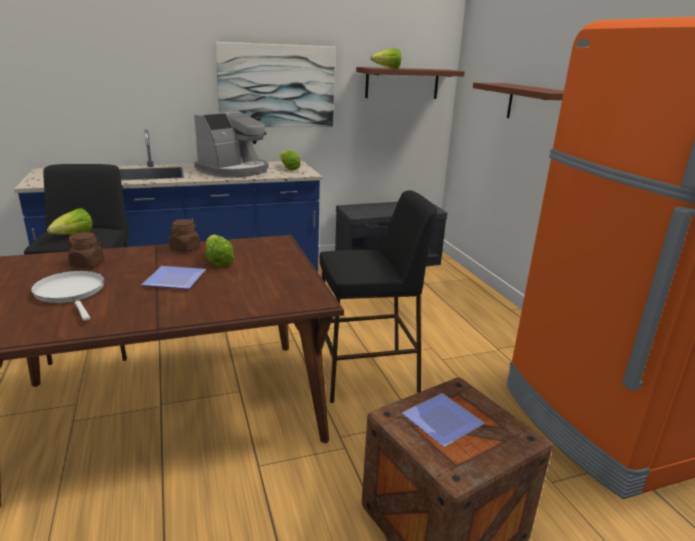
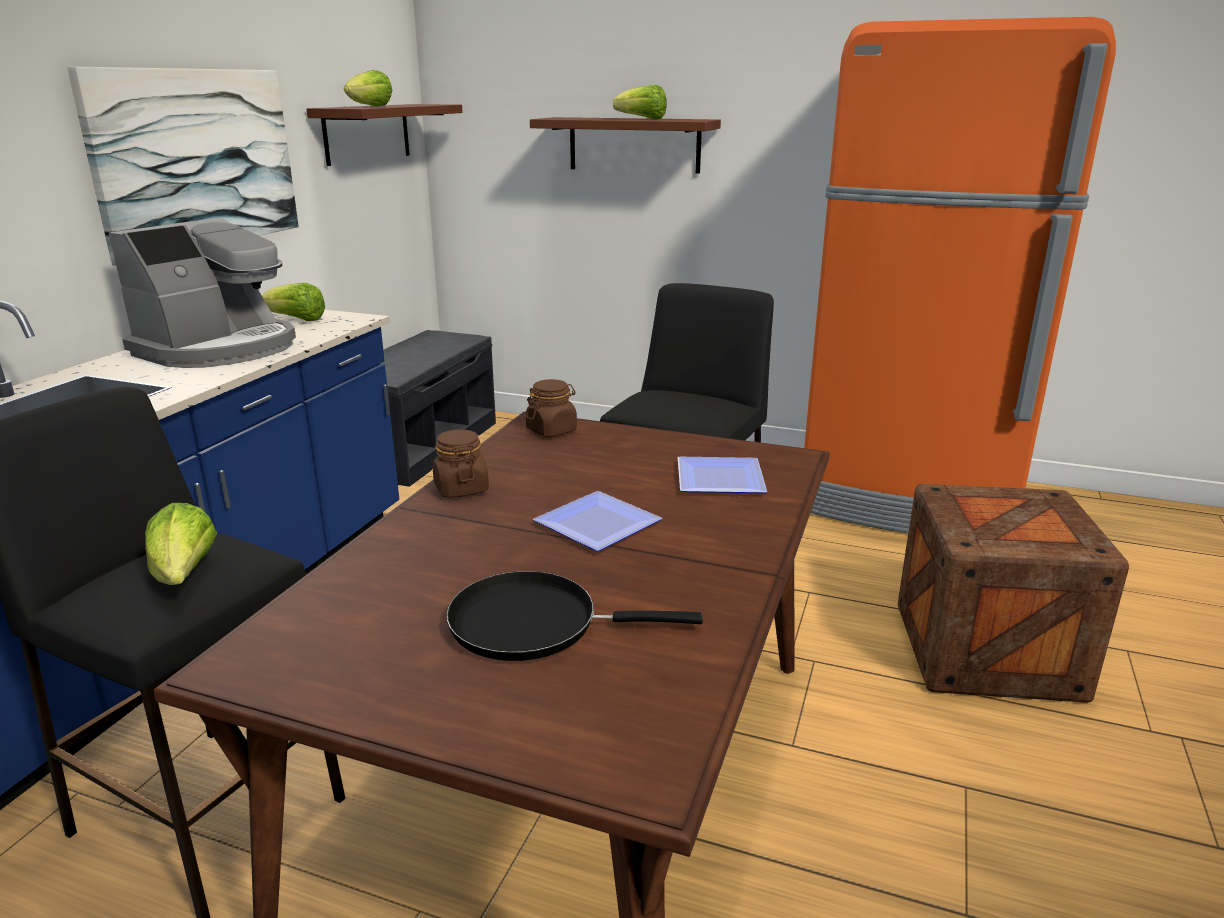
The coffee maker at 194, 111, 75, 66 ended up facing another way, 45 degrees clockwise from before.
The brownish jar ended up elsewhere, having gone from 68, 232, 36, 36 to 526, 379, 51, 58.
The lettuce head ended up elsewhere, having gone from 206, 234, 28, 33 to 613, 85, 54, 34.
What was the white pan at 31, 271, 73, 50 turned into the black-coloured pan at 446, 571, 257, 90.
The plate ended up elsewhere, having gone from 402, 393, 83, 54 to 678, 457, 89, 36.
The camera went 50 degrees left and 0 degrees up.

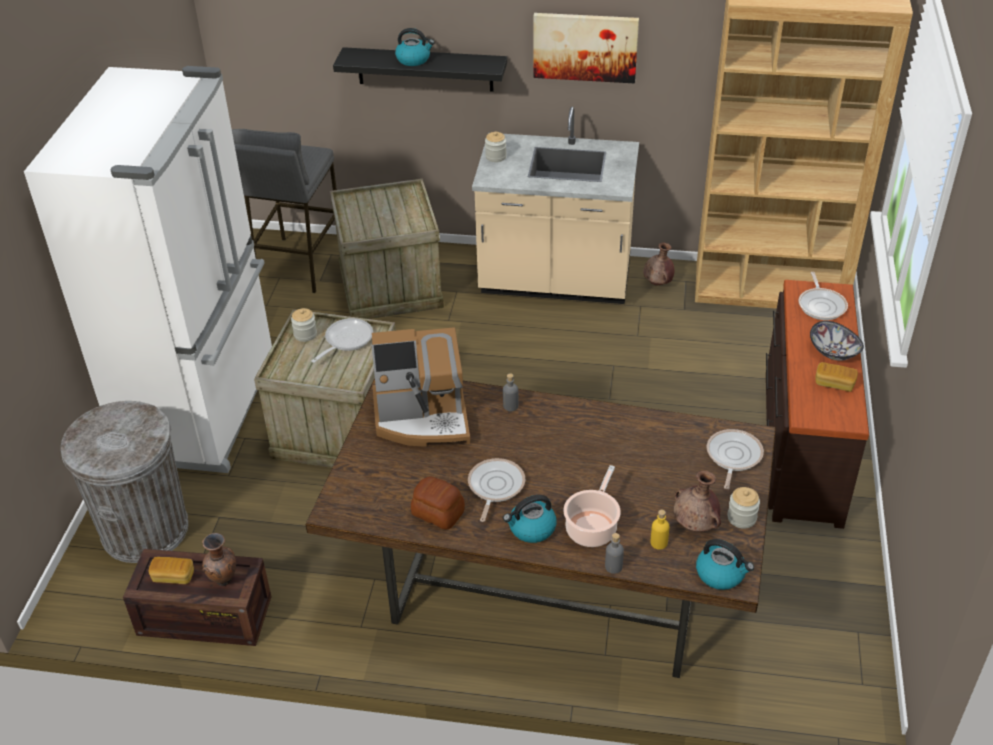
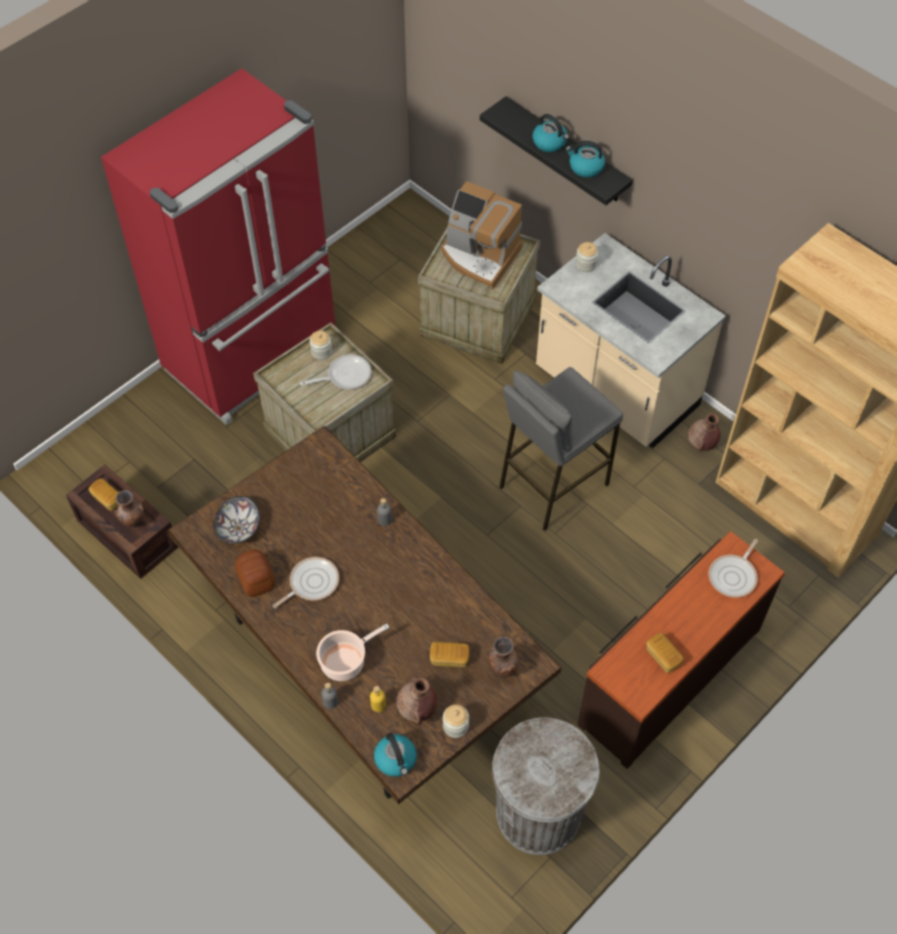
The second view lost the picture at 533, 13, 106, 71.
What was the white fridge at 24, 66, 248, 407 turned into the red-coloured fridge at 101, 68, 235, 357.
The greyish stool seat ended up elsewhere, having gone from 232, 129, 105, 164 to 499, 367, 124, 164.
The deep dish ended up elsewhere, having gone from 810, 321, 54, 40 to 214, 496, 46, 48.
The coffee maker ended up elsewhere, having gone from 372, 327, 98, 120 to 441, 181, 81, 109.
The greyish rubbish bin ended up elsewhere, having gone from 61, 401, 127, 162 to 492, 717, 108, 138.
Where the pan stood at 706, 429, 58, 60, the brownish flower vase came to stand at 488, 637, 31, 42.
The tea kettle ended up elsewhere, having gone from 503, 495, 54, 48 to 565, 141, 40, 37.
The second view gained the bakery bread at 430, 642, 39, 25.
The camera went 35 degrees right and 15 degrees up.

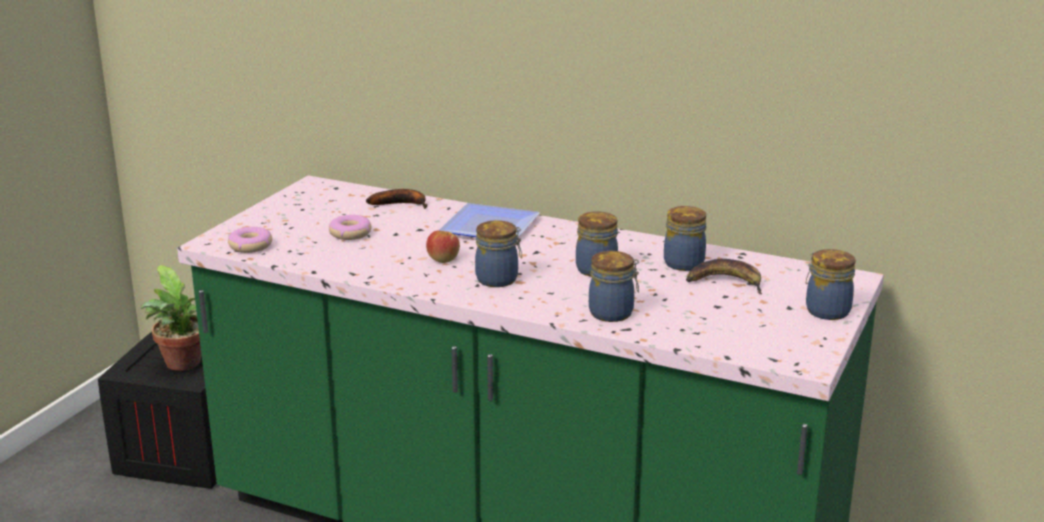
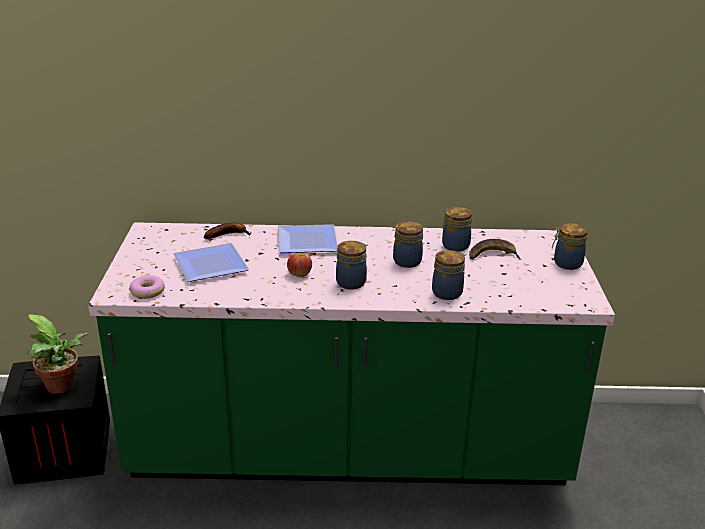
Where the donut stood at 329, 215, 43, 25, the plate came to stand at 173, 243, 76, 39.
The camera went 25 degrees left and 5 degrees up.

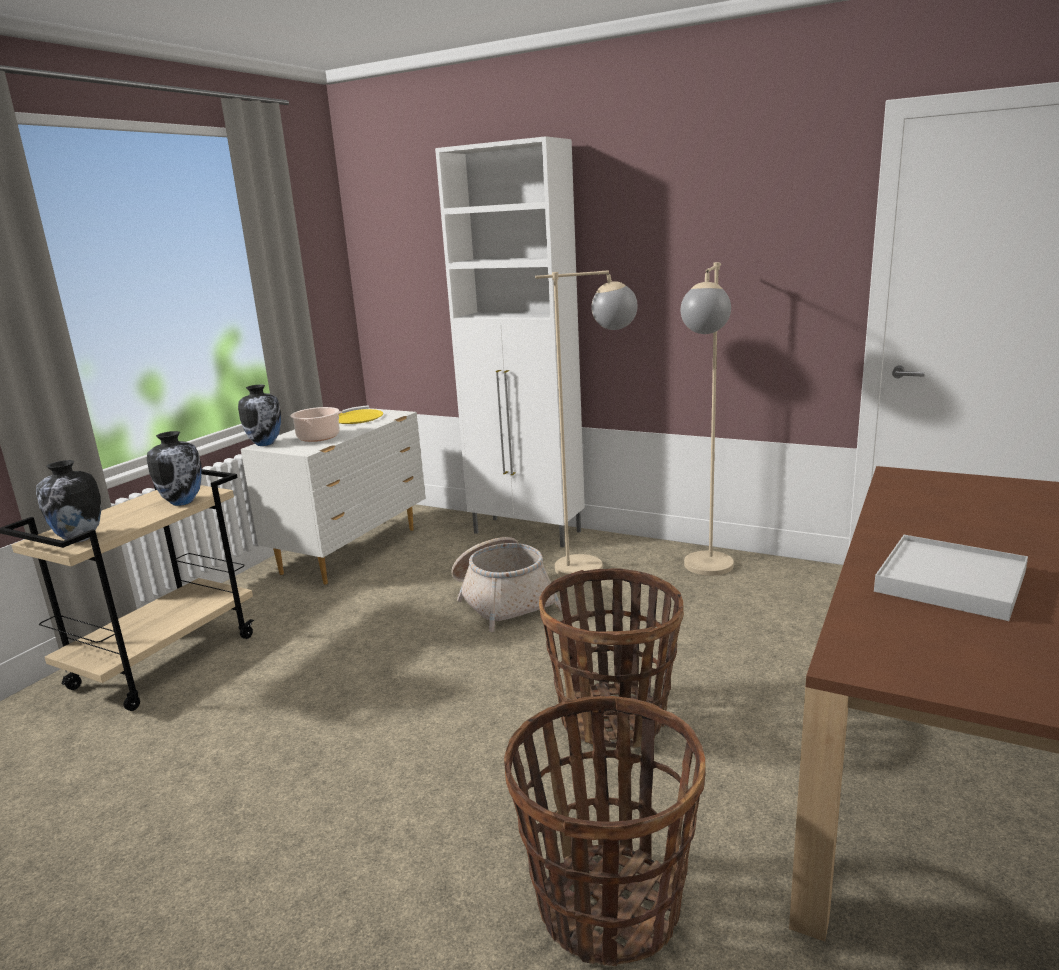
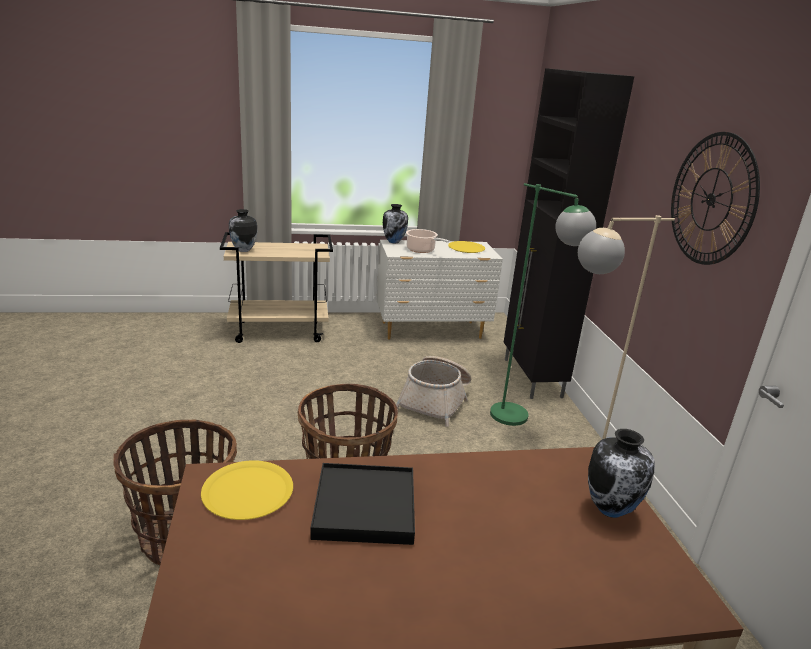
What was the white cupboard at 435, 136, 150, 411 turned into the black-coloured cupboard at 504, 68, 130, 331.
What was the sand-coloured standing lamp at 535, 270, 103, 307 turned into the green-coloured standing lamp at 490, 183, 106, 243.
The flower vase ended up elsewhere, having gone from 147, 431, 55, 75 to 588, 429, 67, 89.
What was the white serving tray at 874, 535, 154, 86 turned into the black-coloured serving tray at 311, 463, 104, 82.
The second view gained the wall clock at 671, 132, 89, 133.
The second view gained the yellow plate at 201, 460, 92, 60.
The camera went 50 degrees right and 5 degrees up.

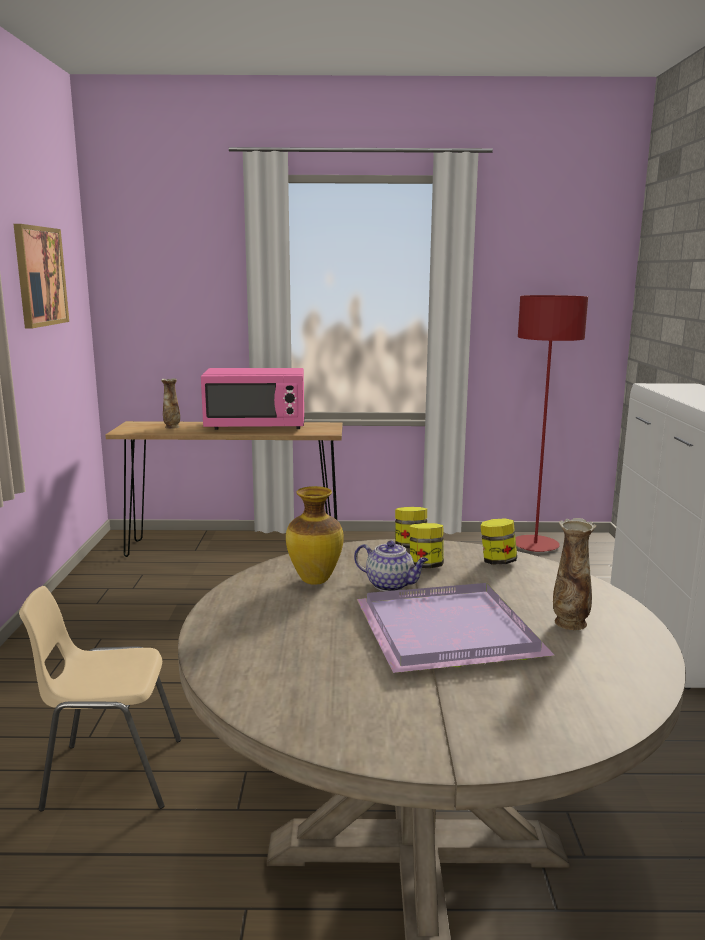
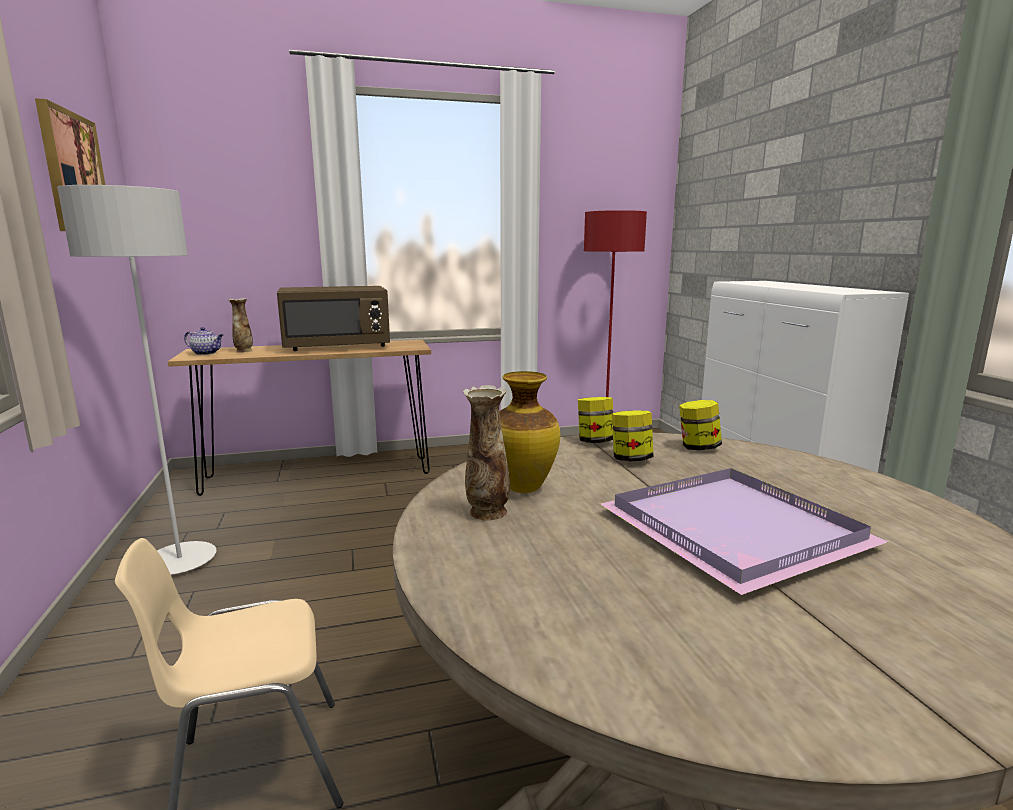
What was the pink-coloured microwave at 201, 368, 104, 62 turned into the brownish microwave at 277, 286, 113, 65.
The flower vase ended up elsewhere, having gone from 553, 518, 43, 112 to 463, 385, 47, 135.
The pot for tea ended up elsewhere, having gone from 354, 541, 74, 50 to 184, 327, 39, 28.
The second view gained the greyish standing lamp at 57, 185, 159, 390.
The camera went 15 degrees left and 0 degrees up.

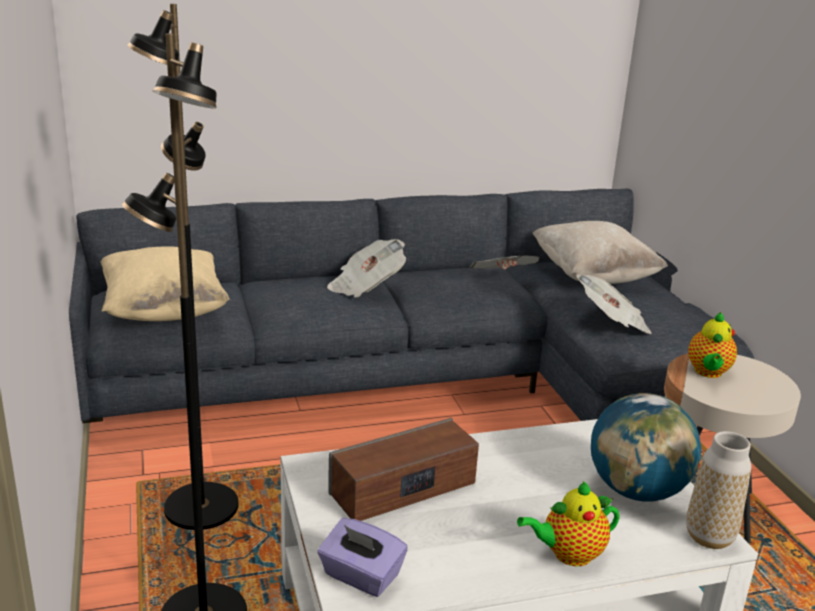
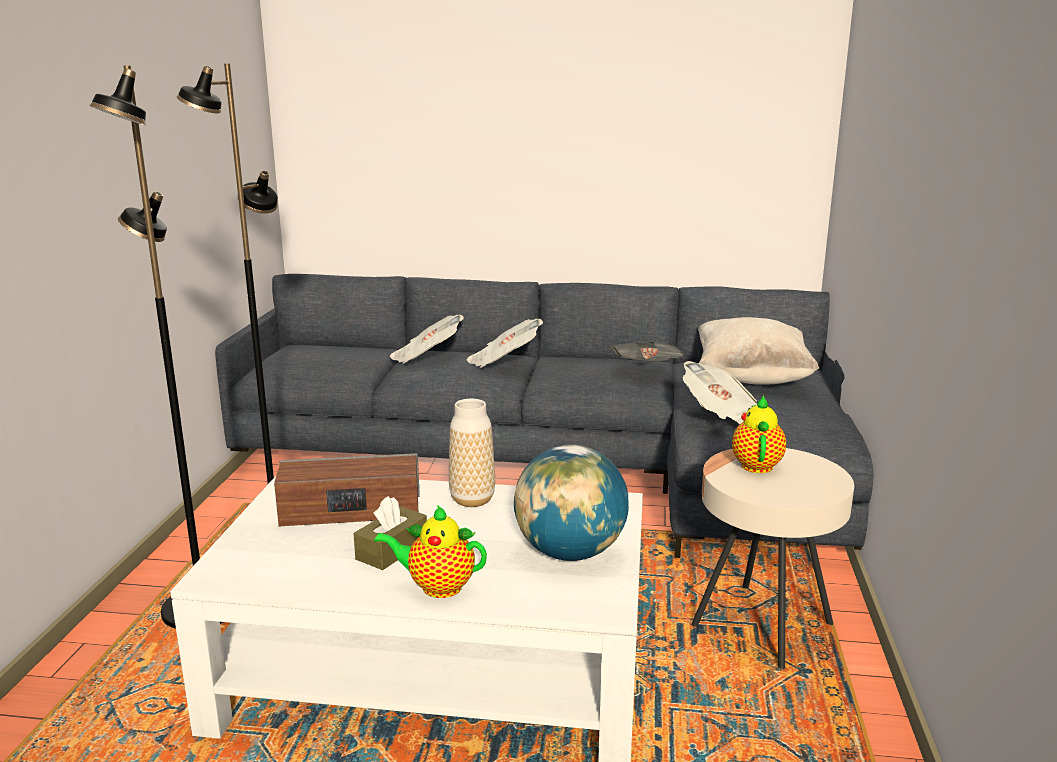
The second view lost the sand-coloured cushion at 101, 246, 129, 75.
The pot for tea at 688, 312, 49, 66 ended up facing another way, 150 degrees clockwise from before.
The flower vase ended up elsewhere, having gone from 686, 431, 65, 118 to 449, 399, 46, 108.
The second view lost the purple-coloured box of tissues at 317, 518, 91, 79.
The second view gained the printed paper at 390, 315, 74, 49.
The second view gained the brownish box of tissues at 353, 496, 74, 74.
The camera went 25 degrees right and 5 degrees down.

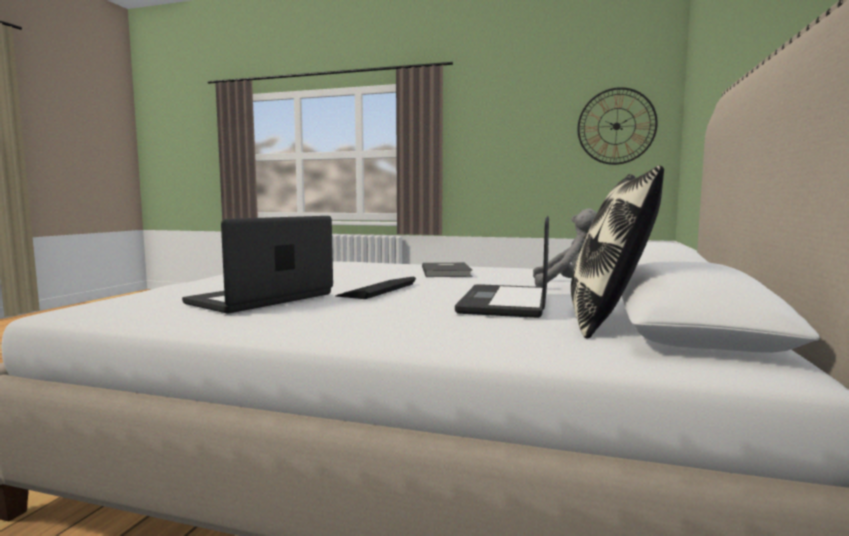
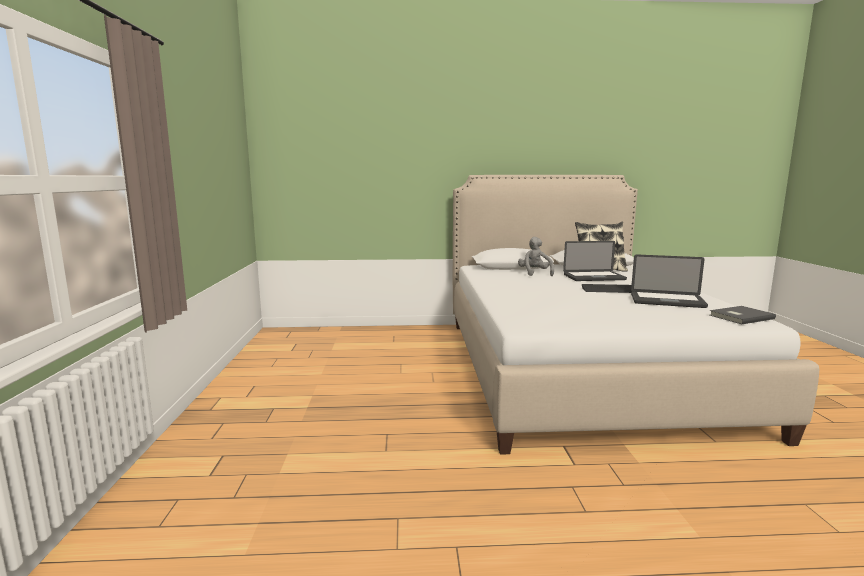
The second view lost the wall clock at 578, 87, 80, 78.
The greyish bound book ended up elsewhere, having gone from 422, 262, 51, 15 to 709, 306, 67, 18.
The camera went 110 degrees left and 5 degrees up.

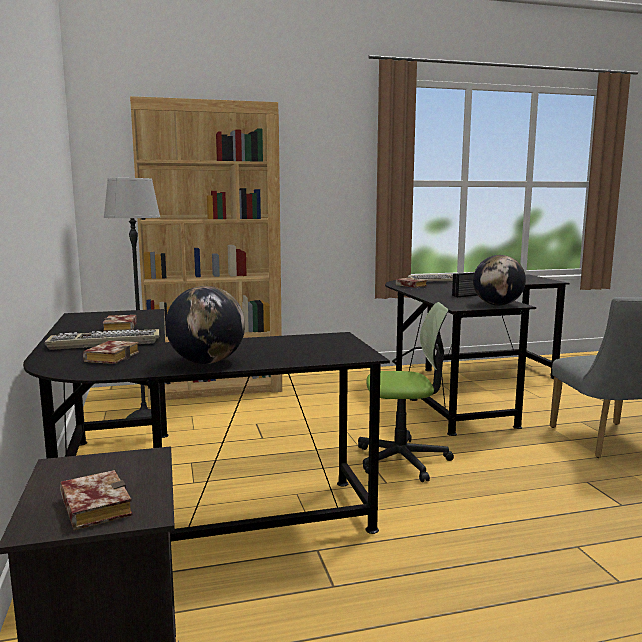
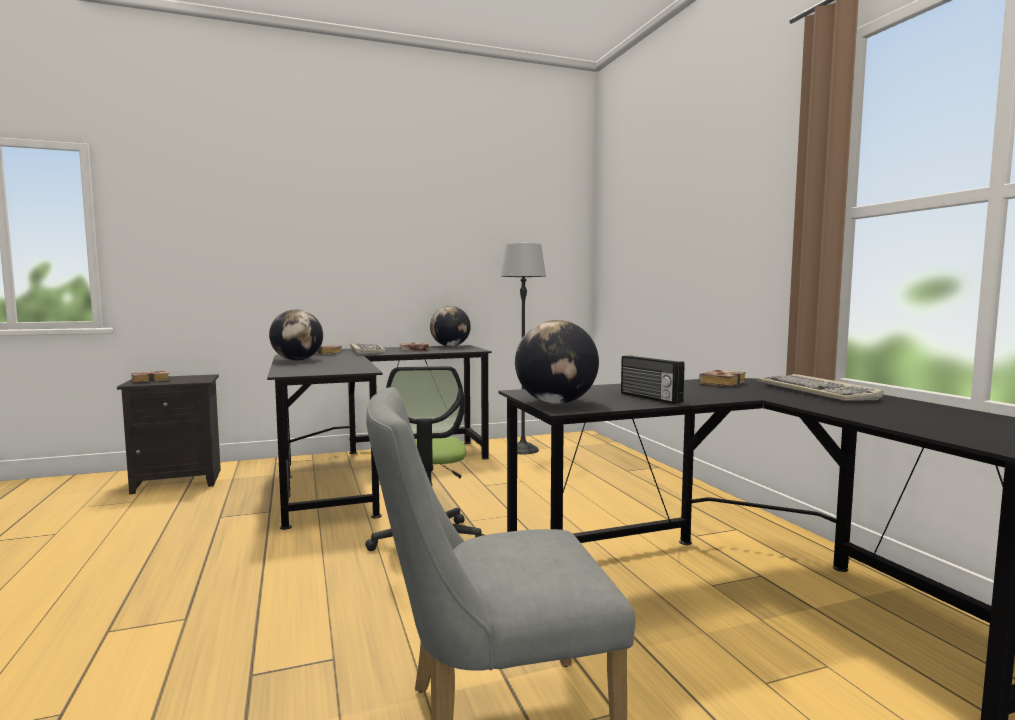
The second view lost the brownish bookcase at 130, 96, 152, 306.
The second view gained the world globe at 430, 306, 41, 41.
The camera went 85 degrees right and 5 degrees down.

